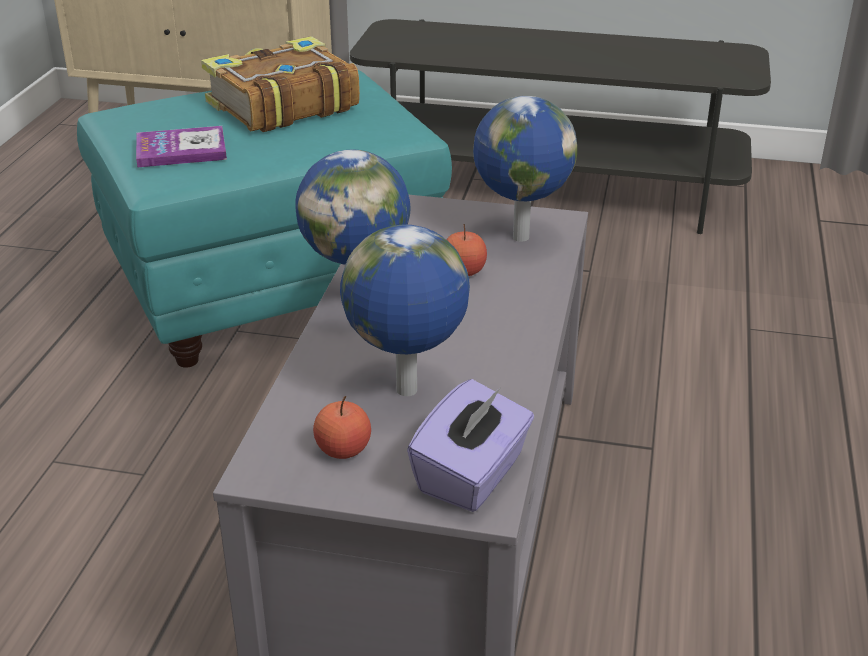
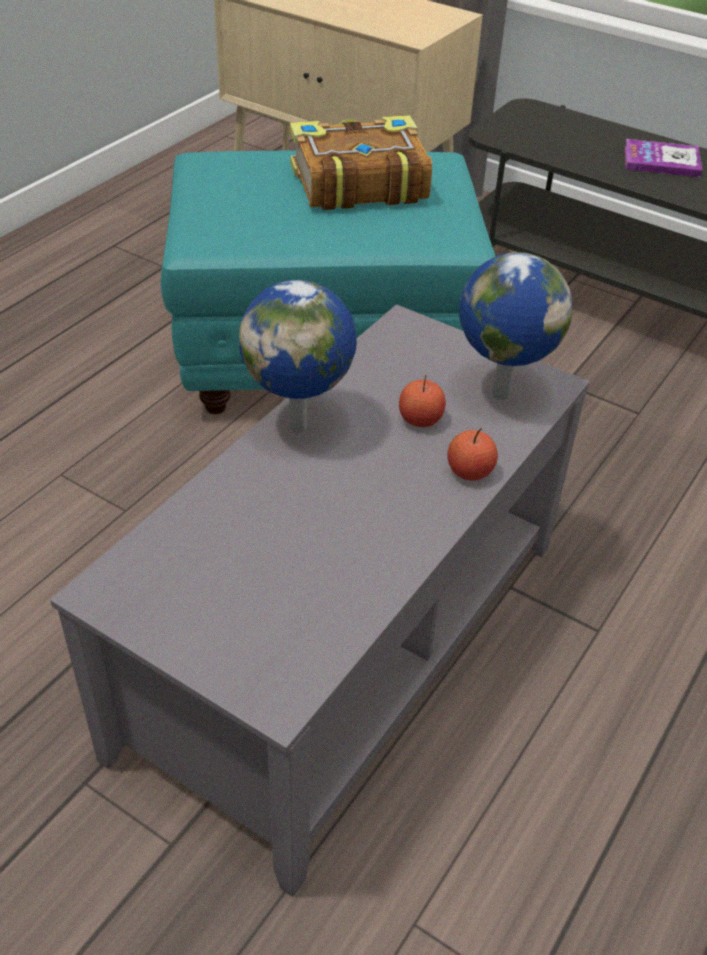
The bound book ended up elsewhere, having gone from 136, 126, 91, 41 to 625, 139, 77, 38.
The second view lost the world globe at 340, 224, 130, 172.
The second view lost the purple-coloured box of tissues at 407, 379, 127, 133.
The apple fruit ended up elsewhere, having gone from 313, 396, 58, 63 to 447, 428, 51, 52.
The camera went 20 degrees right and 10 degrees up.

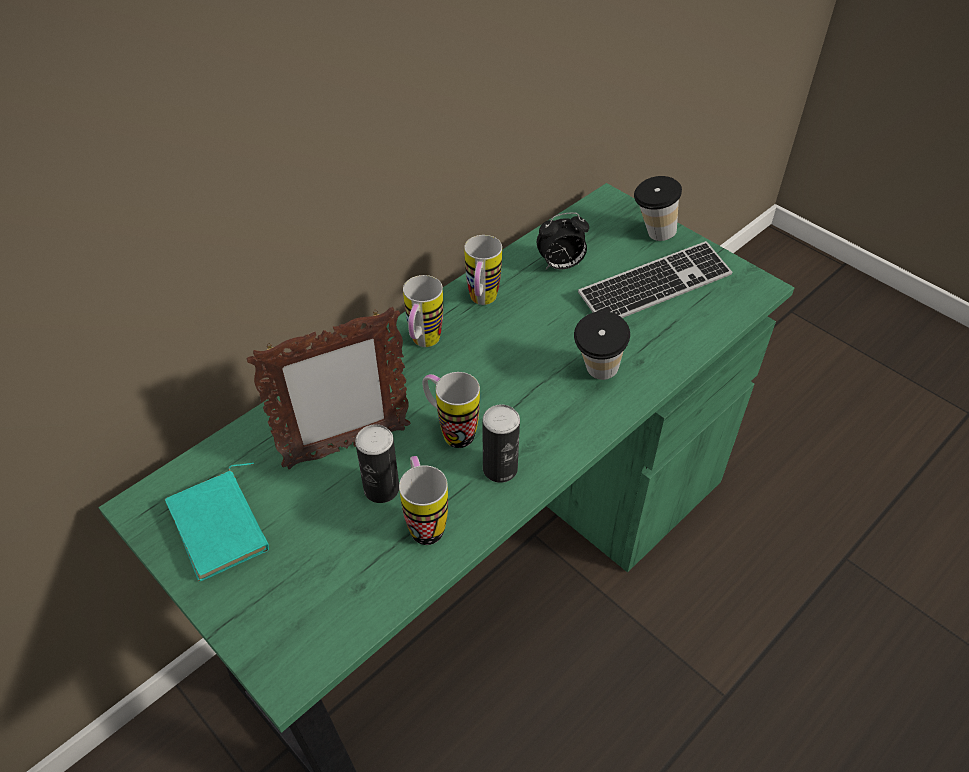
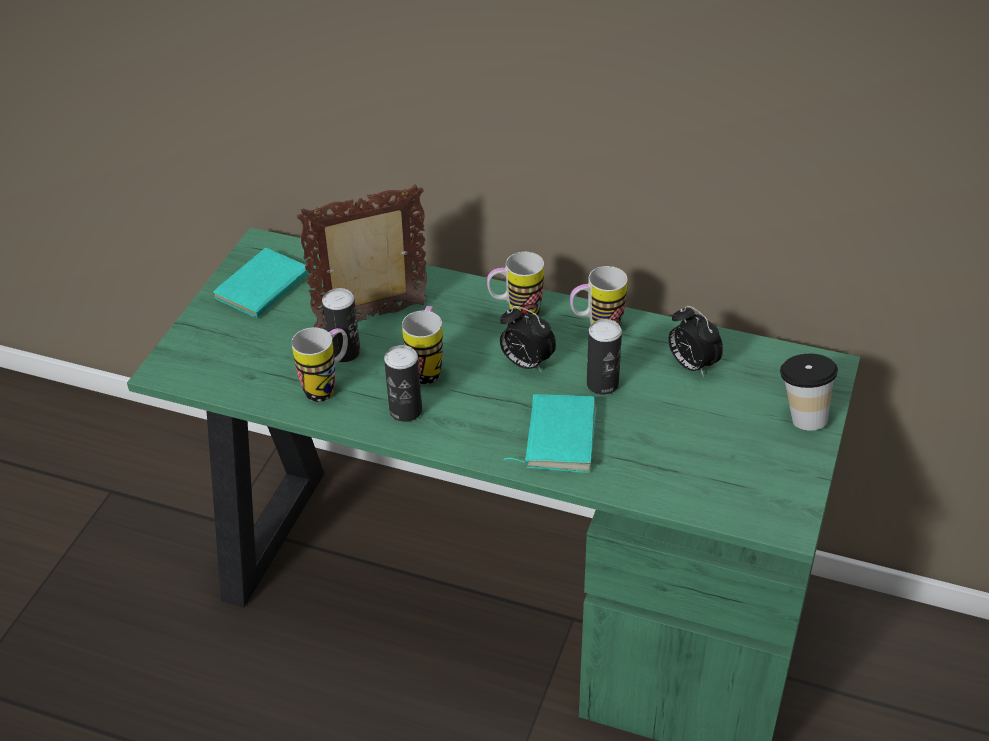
The second view lost the computer keyboard at 578, 241, 154, 77.
The photo frame at 247, 307, 163, 162 ended up facing another way, 120 degrees clockwise from before.
Where the small cup stood at 574, 311, 56, 69, the blue-green bound book came to stand at 504, 394, 93, 79.
The second view gained the alarm clock at 500, 306, 56, 66.
The second view gained the can at 587, 319, 35, 76.
The camera went 65 degrees right and 5 degrees down.

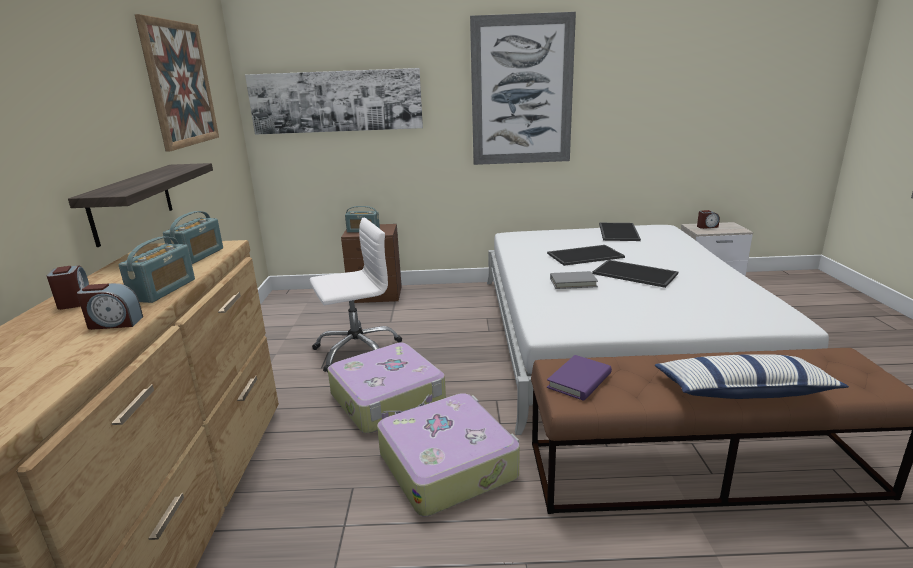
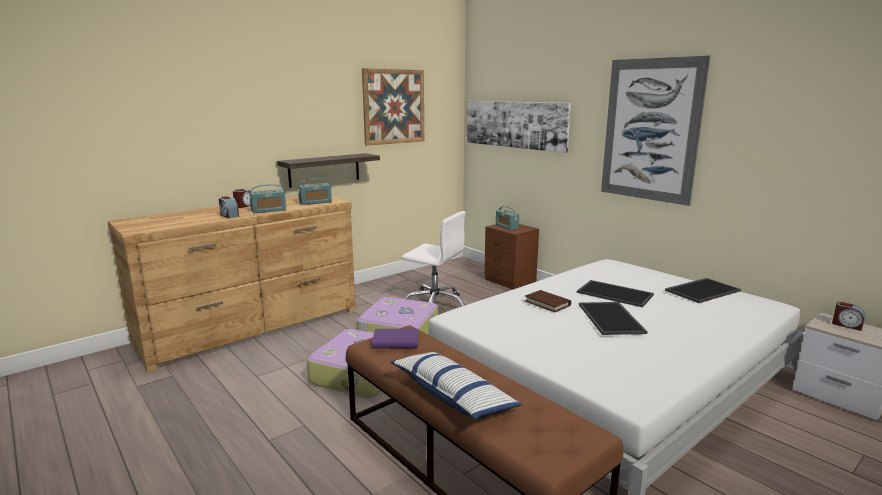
What was the greyish bound book at 550, 271, 48, 18 turned into the brownish bound book at 525, 290, 46, 22.
The camera went 50 degrees right and 5 degrees down.

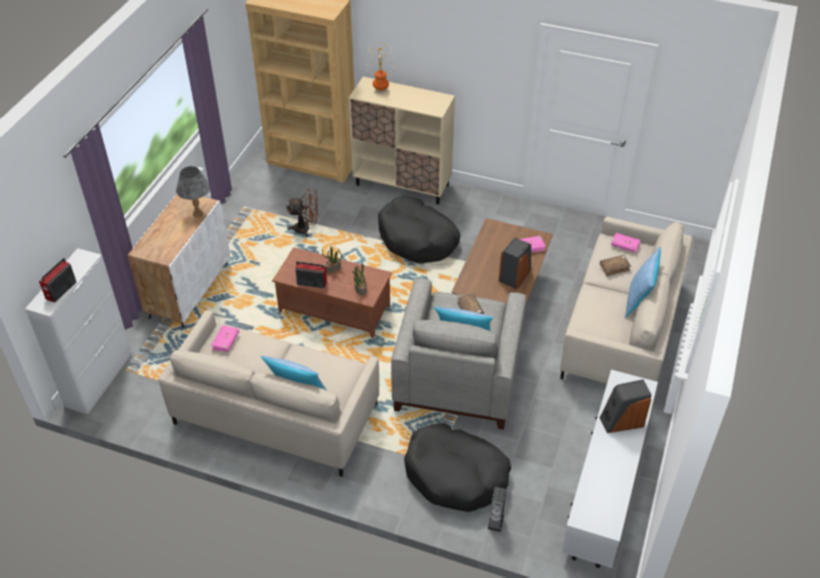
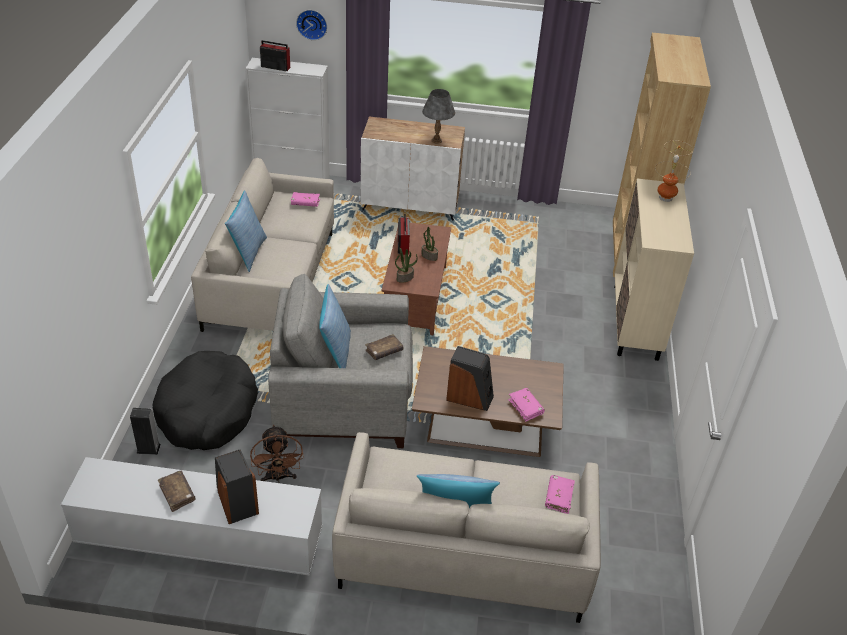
The brownish fan ended up elsewhere, having gone from 286, 189, 32, 48 to 250, 425, 54, 58.
The second view lost the black-coloured pet bed at 378, 197, 82, 66.
The brownish bound book ended up elsewhere, having gone from 600, 255, 31, 21 to 158, 471, 38, 41.
The second view gained the wall clock at 296, 10, 31, 30.
The camera went 75 degrees right and 5 degrees down.

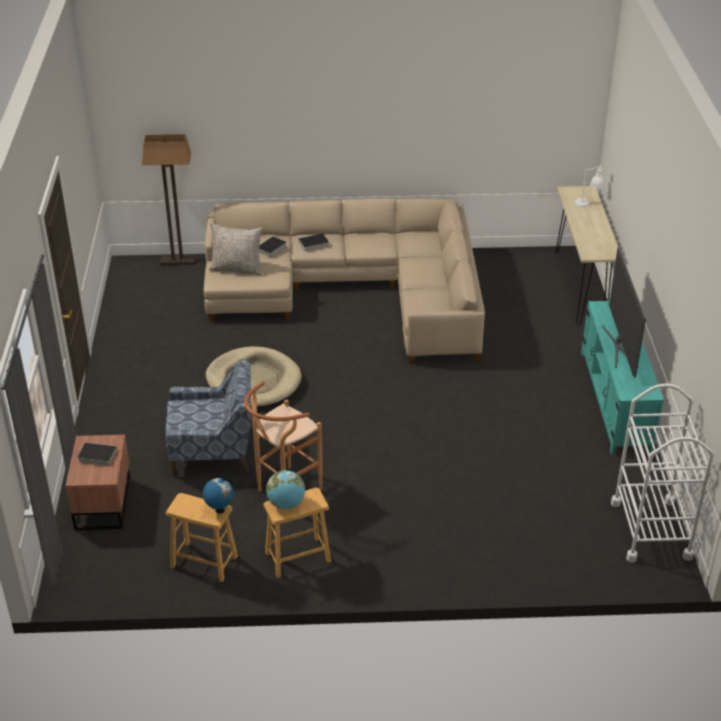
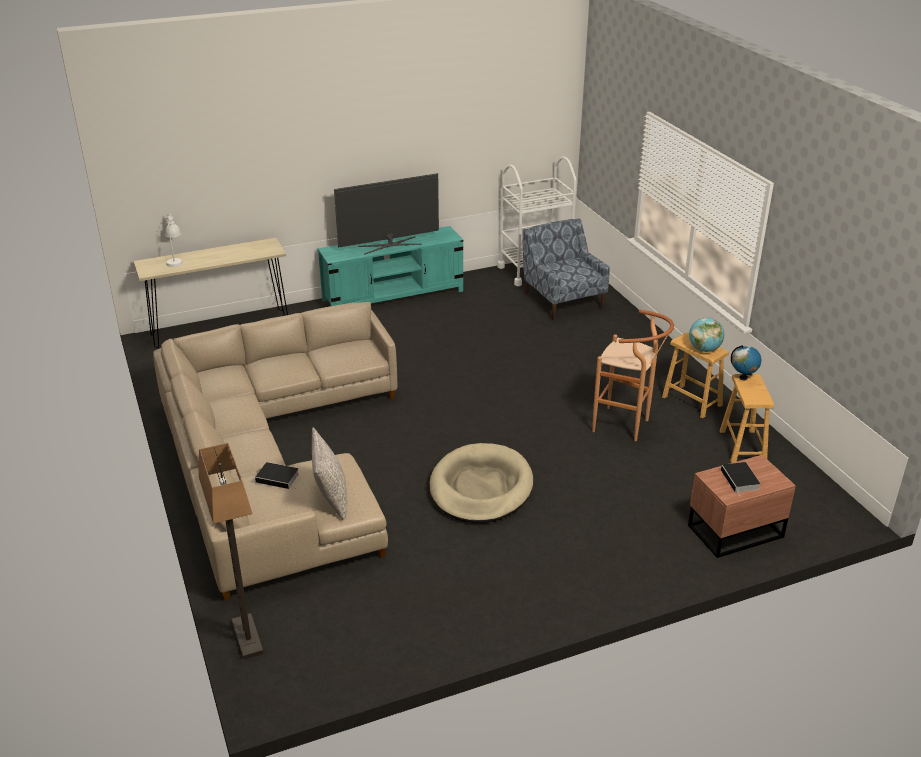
The second view lost the bound book at 298, 233, 31, 19.
The blue armchair ended up elsewhere, having gone from 166, 359, 85, 118 to 522, 218, 88, 102.
The camera went 110 degrees left and 5 degrees down.

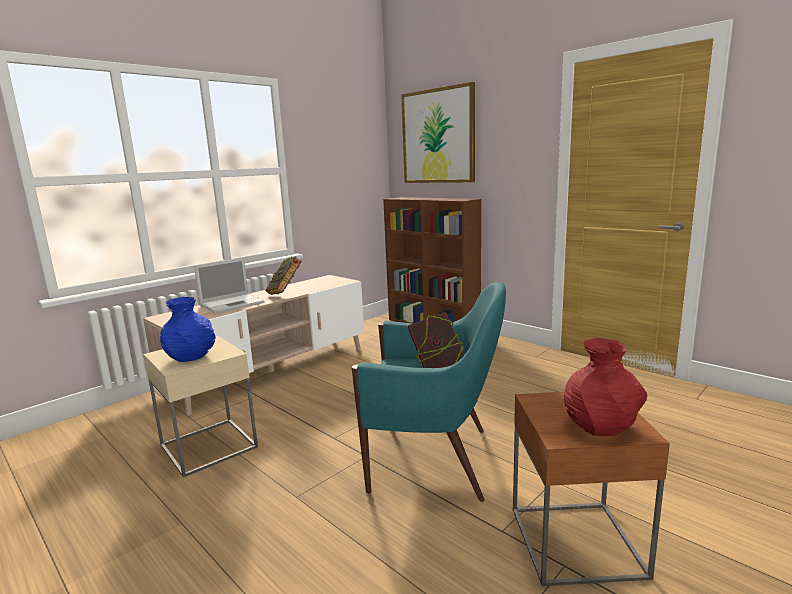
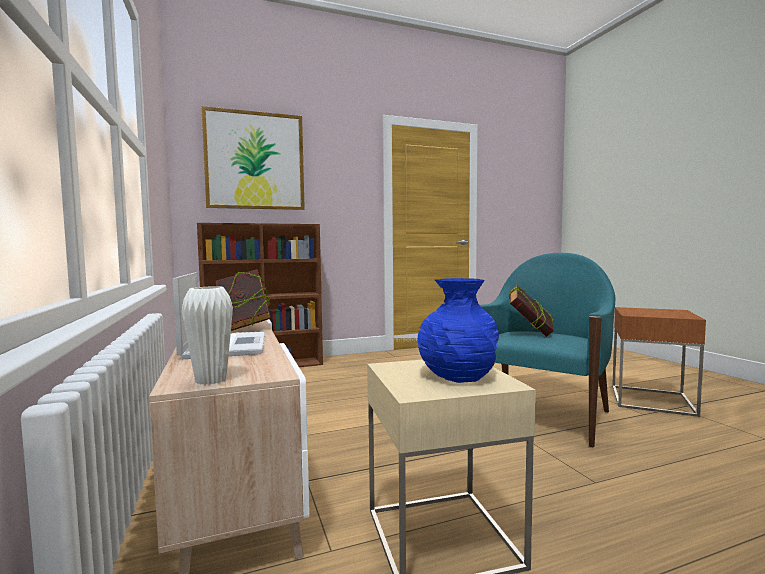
The second view lost the red-coloured flower vase at 564, 338, 83, 98.
The second view gained the white flower vase at 182, 286, 51, 99.
The camera went 65 degrees left and 10 degrees down.

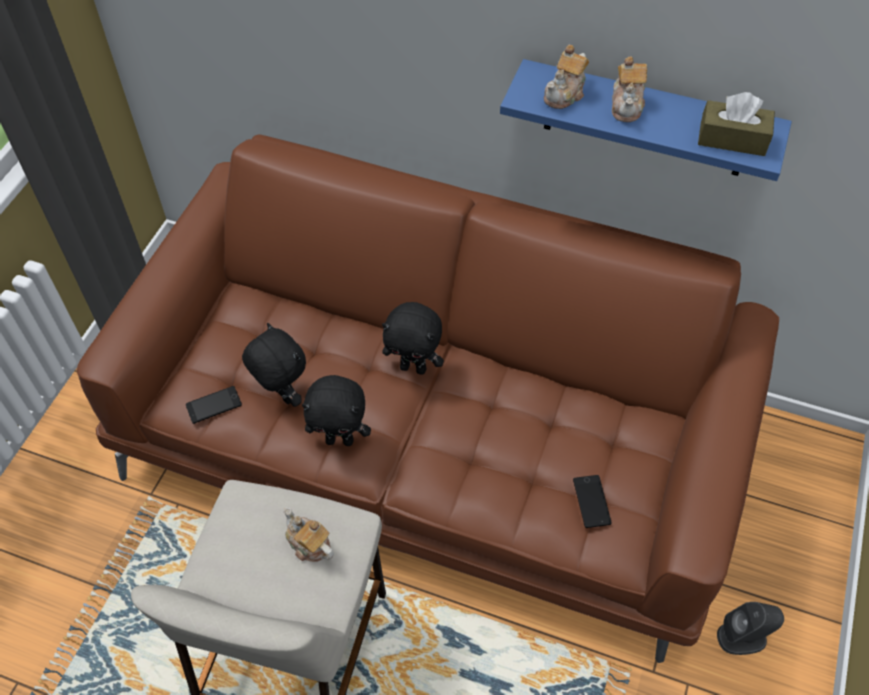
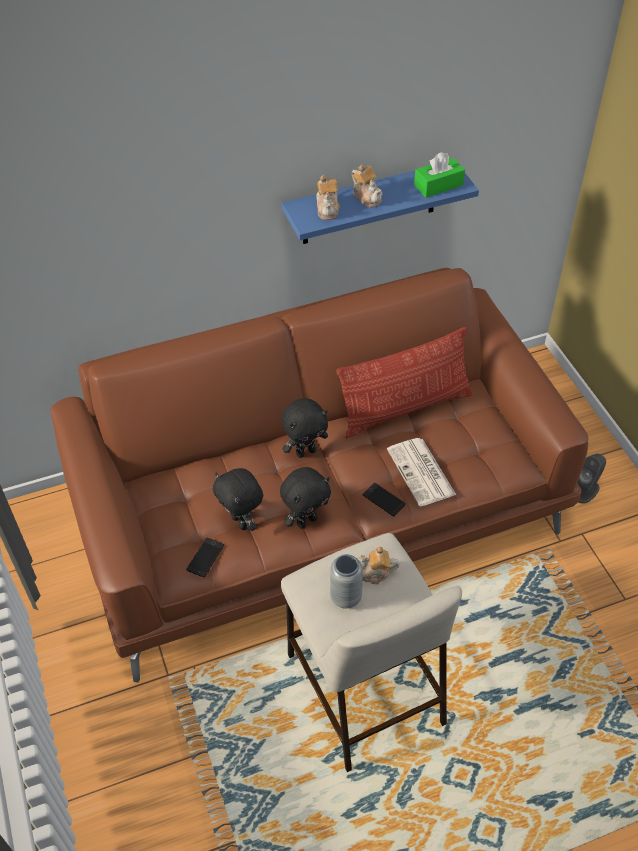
What was the brownish box of tissues at 698, 92, 77, 64 turned into the green-coloured box of tissues at 414, 152, 51, 46.
The black-coloured soft toy at 242, 323, 64, 84 ended up facing another way, 135 degrees counterclockwise from before.
The telephone ended up elsewhere, having gone from 573, 475, 39, 53 to 363, 483, 43, 33.
The second view gained the cushion at 336, 327, 137, 111.
The second view gained the printed paper at 387, 438, 69, 68.
The second view gained the greyish flower vase at 330, 554, 33, 55.
The camera went 40 degrees left and 5 degrees down.

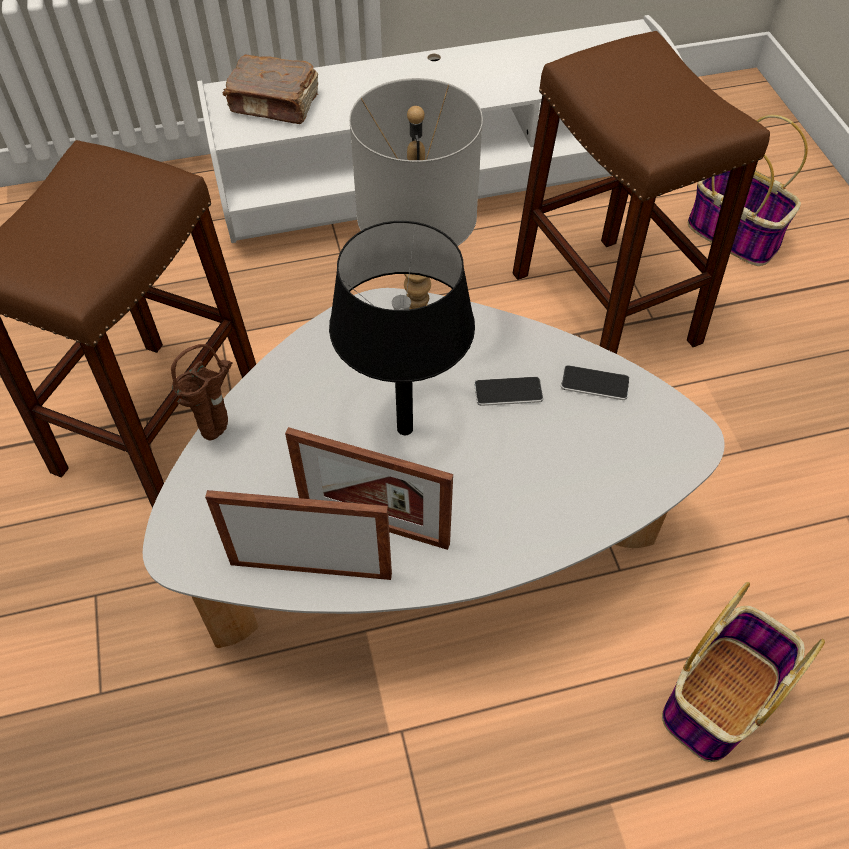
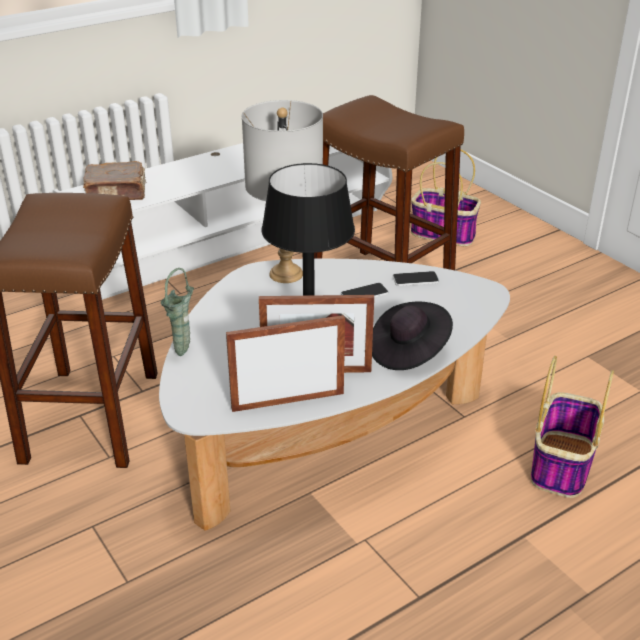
What was the brownish flower vase at 171, 344, 61, 97 turned into the green-coloured flower vase at 161, 268, 33, 88.
The second view gained the black-coloured hat at 372, 302, 81, 68.
The camera went 20 degrees left and 20 degrees down.

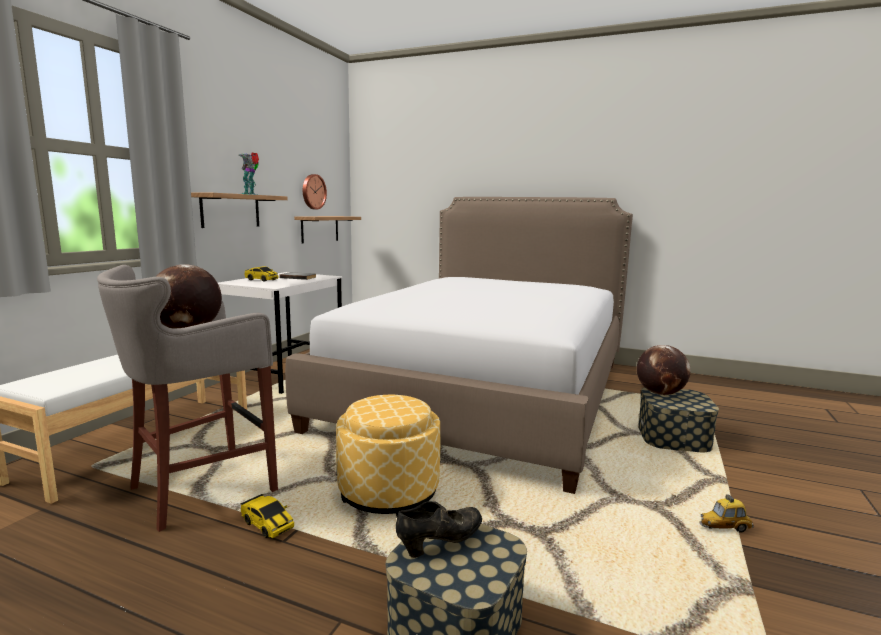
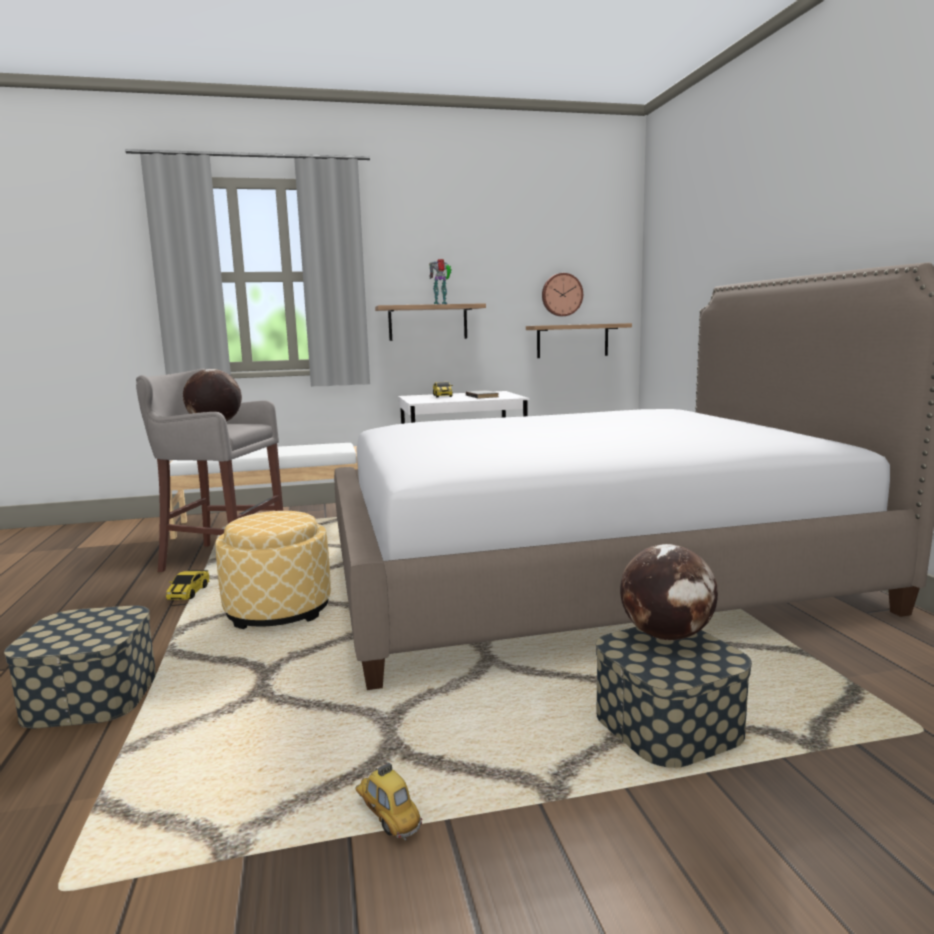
The second view lost the black-coloured shoe at 396, 501, 86, 57.
The camera went 55 degrees right and 0 degrees up.

